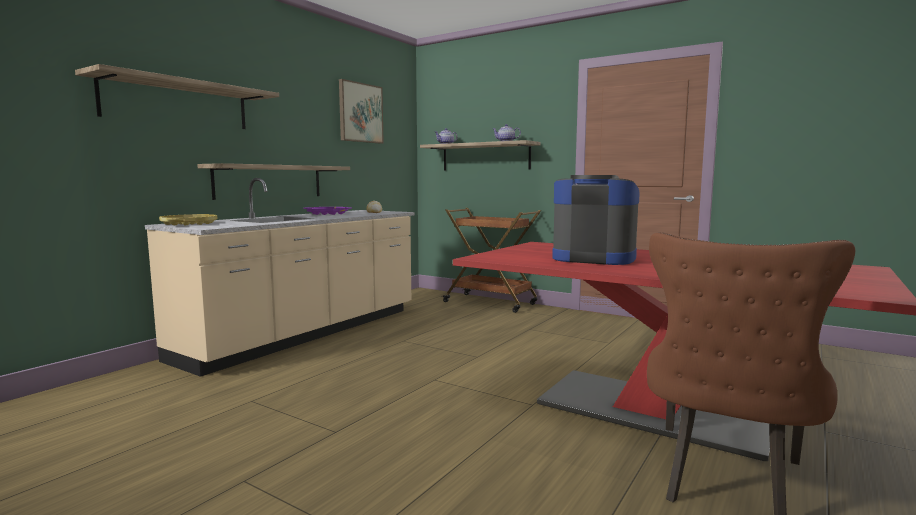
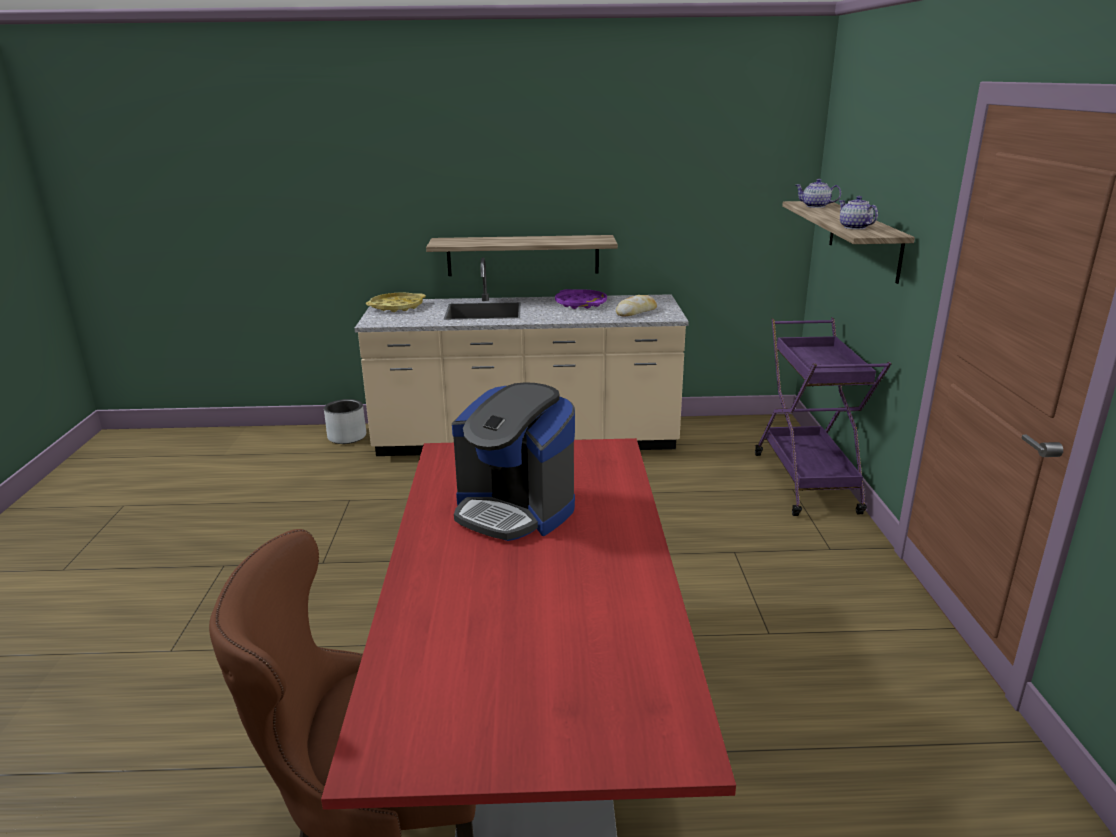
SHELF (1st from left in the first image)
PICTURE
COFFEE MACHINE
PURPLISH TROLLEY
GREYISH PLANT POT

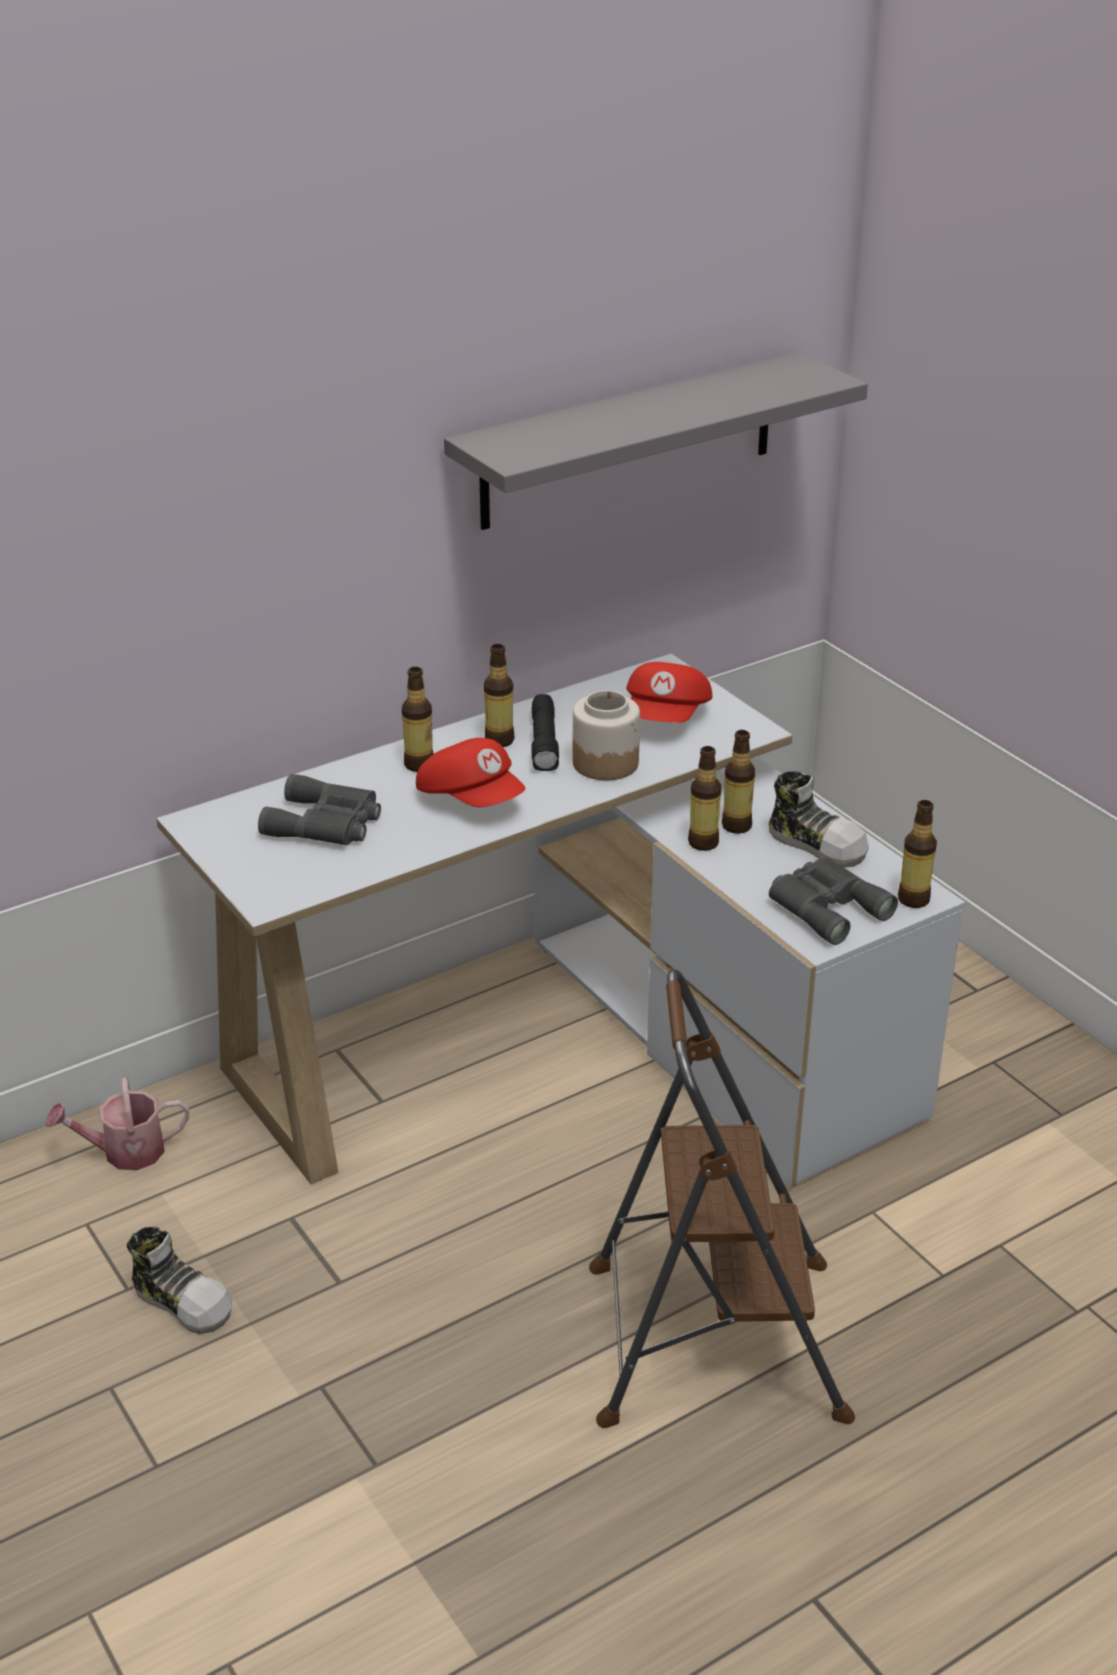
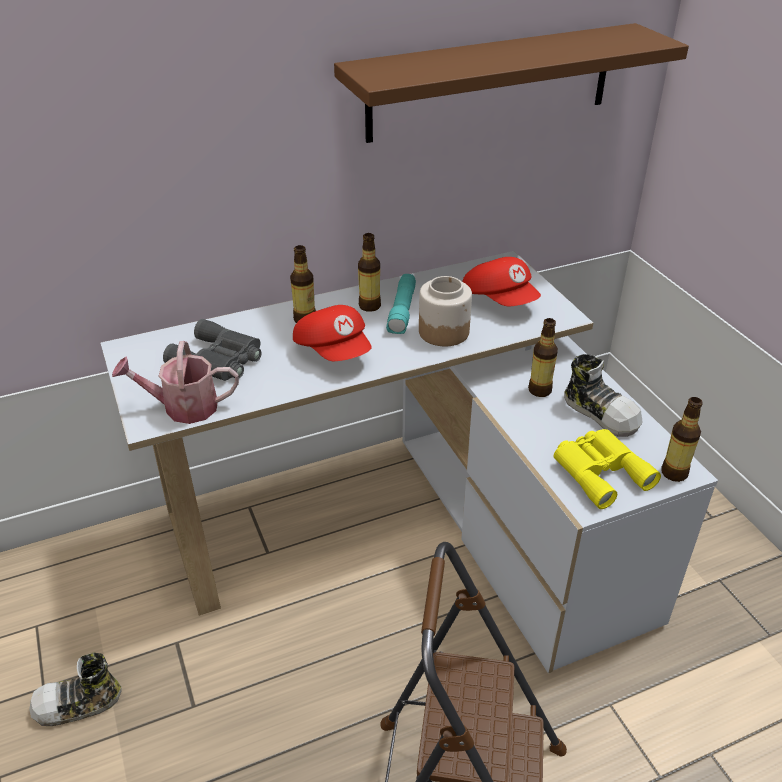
BROWN-COLOURED SHELF
RED BASEBALL CAP (2nd from left)
BLUE-GREEN HAND TORCH
BEVERAGE BOTTLE (3rd from left in the first image)
YELLOW-COLOURED BINOCULARS
WATERING POT
SHOE (1st from left)

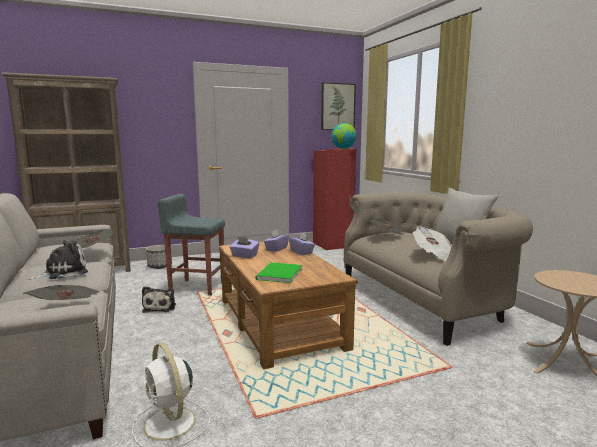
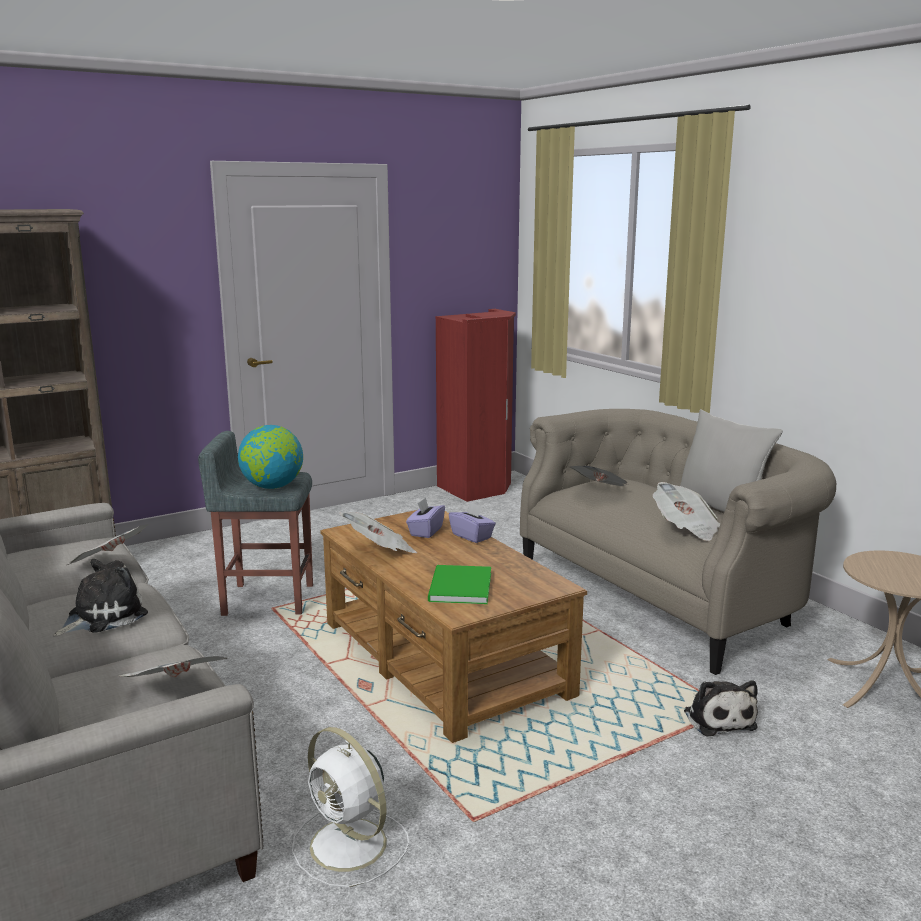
PICTURE
GLOBE
DAILY PAPER (3rd from left)
PLANT POT
SOFT TOY (2nd from left)

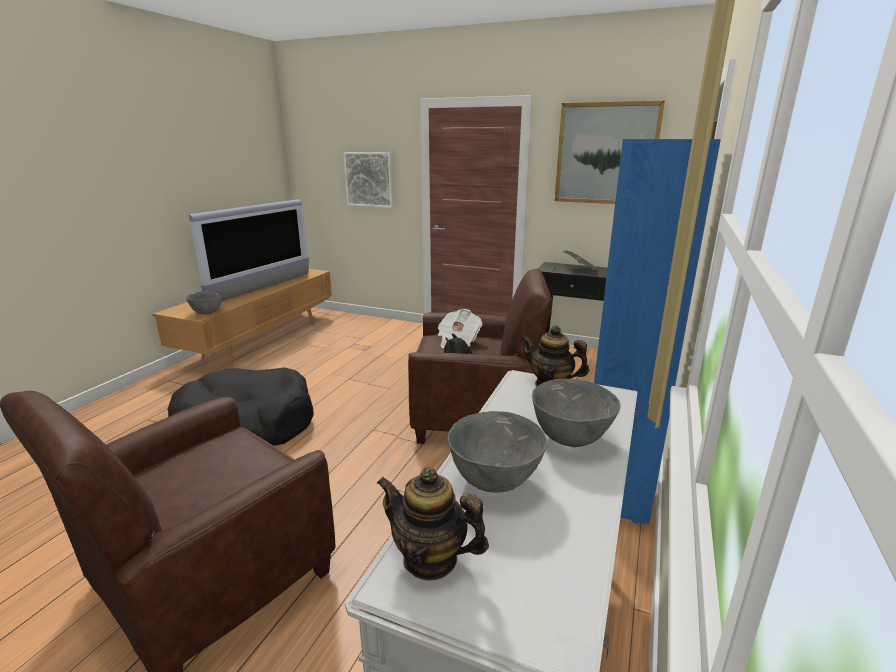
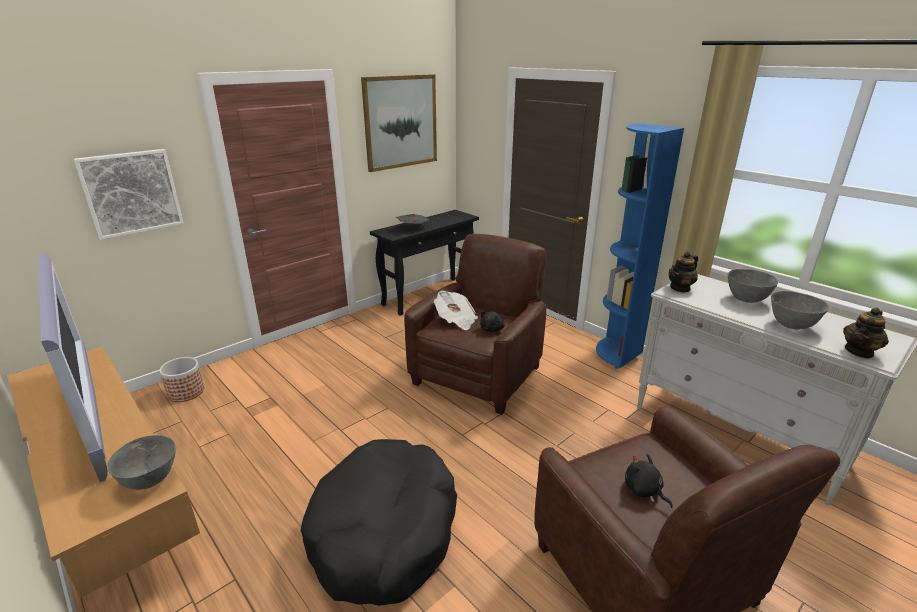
PLANT POT
BLACK-COLOURED SOFT TOY (2nd from left)

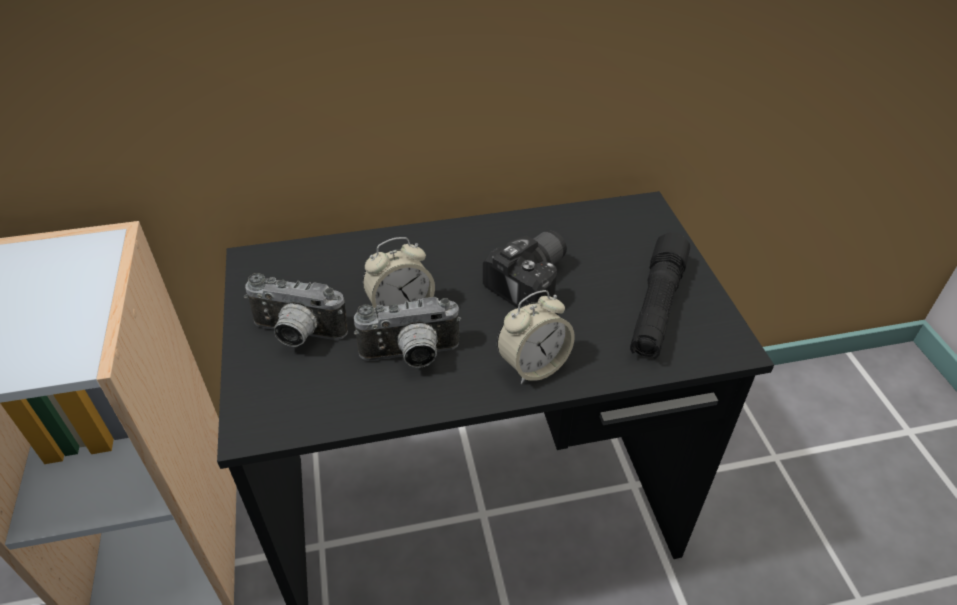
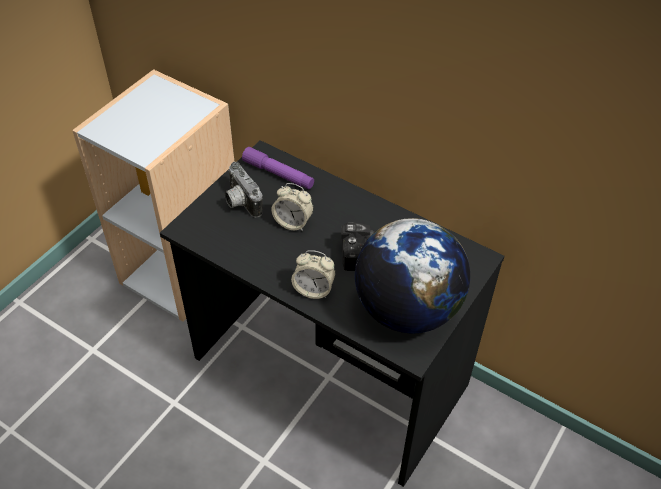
GLOBE
STILL CAMERA (2nd from left in the first image)
PURPLISH HAND TORCH

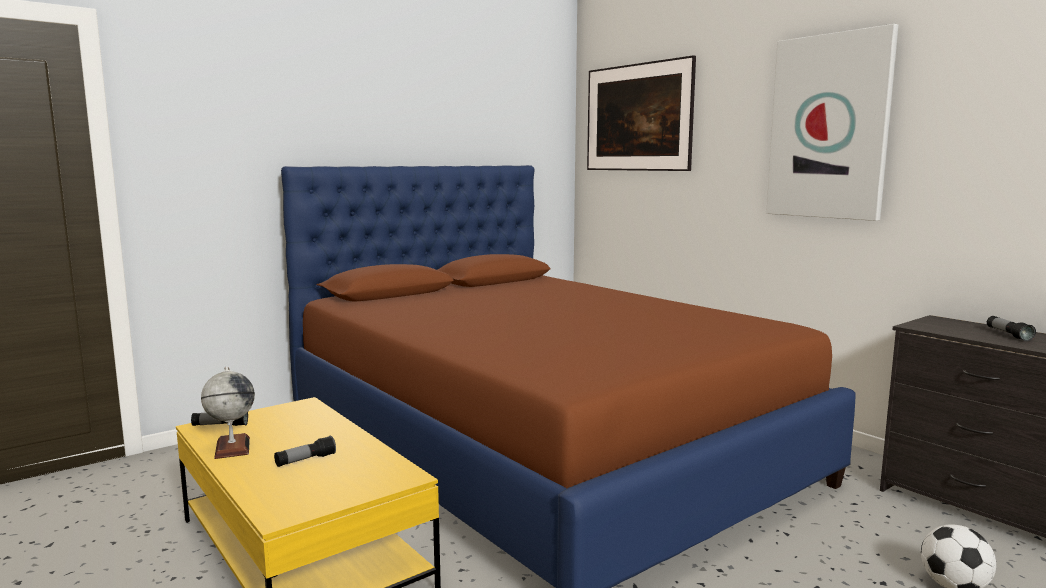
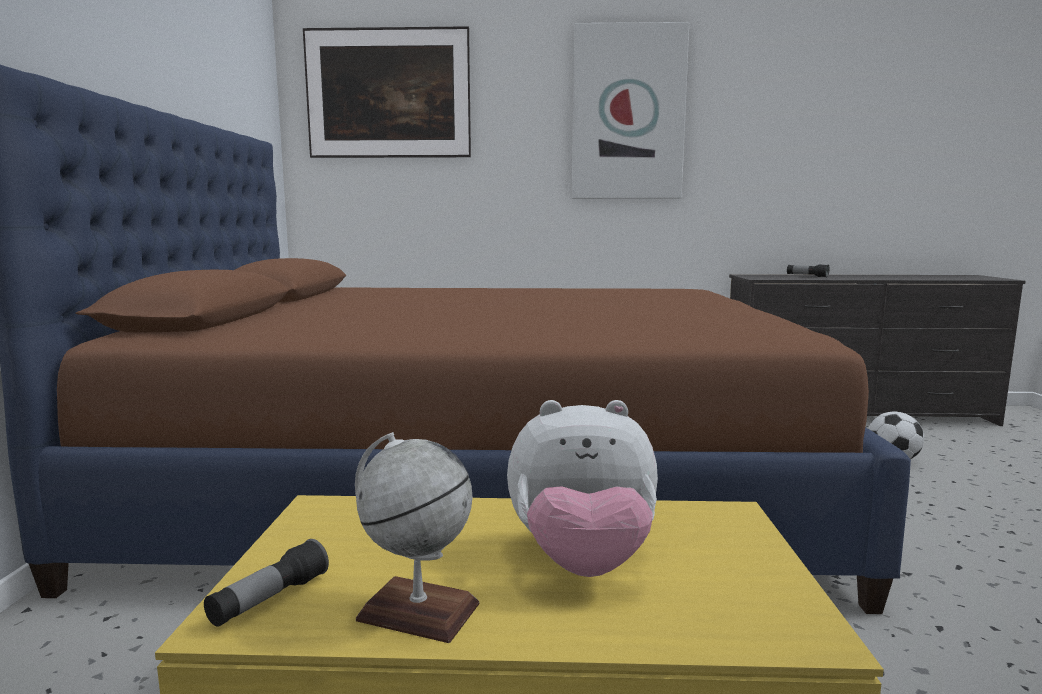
SOFT TOY

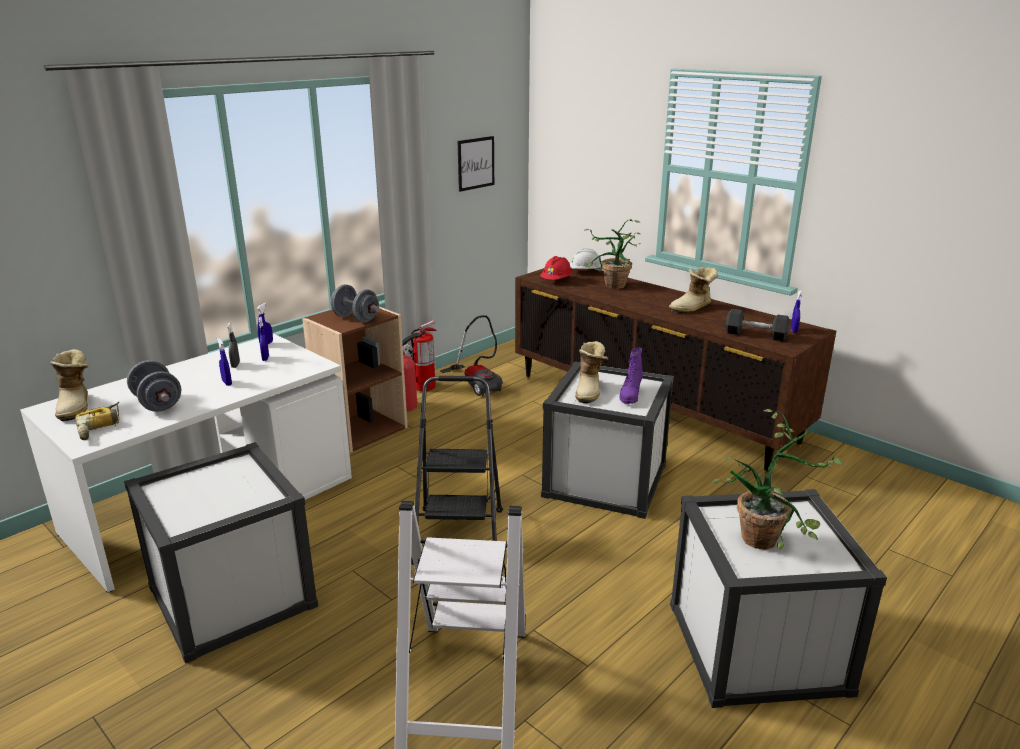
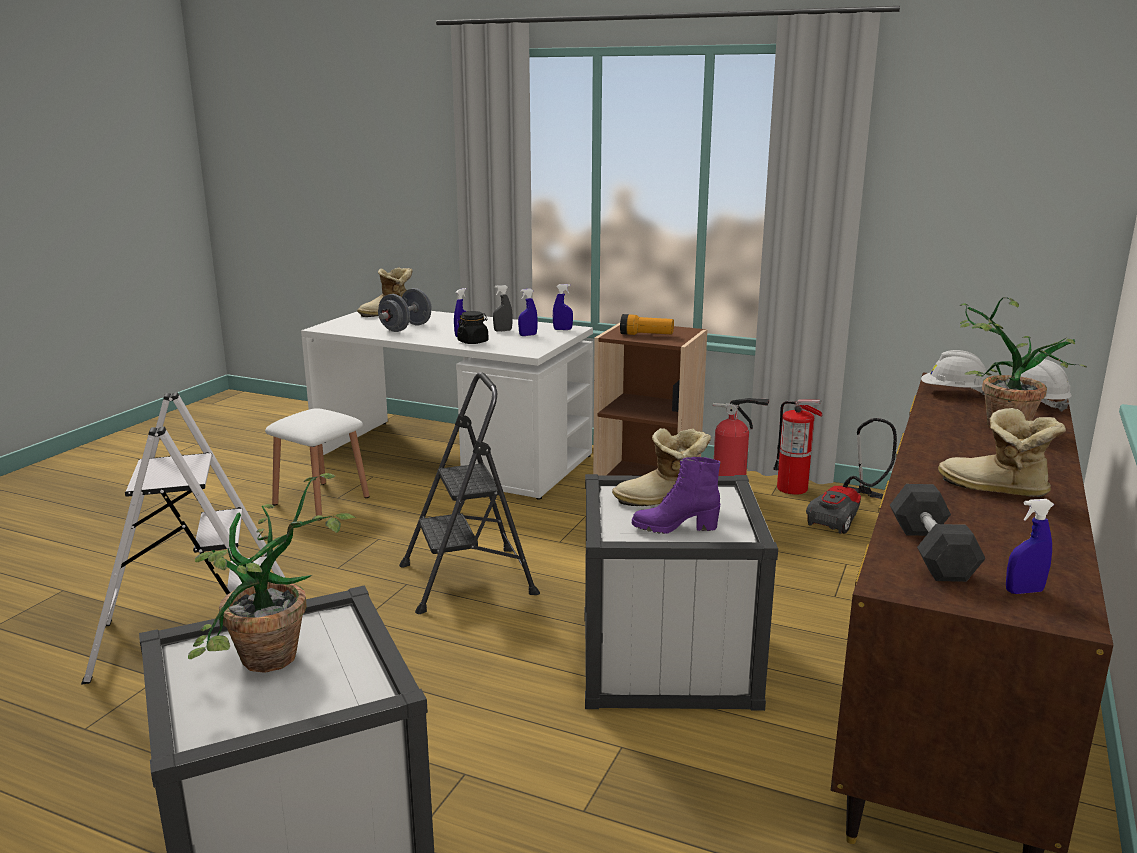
PICTURE
WHITE HARD HAT (1st from left)
HAND TORCH
DRILL
WHITE STOOL
BLACK-COLOURED JAR

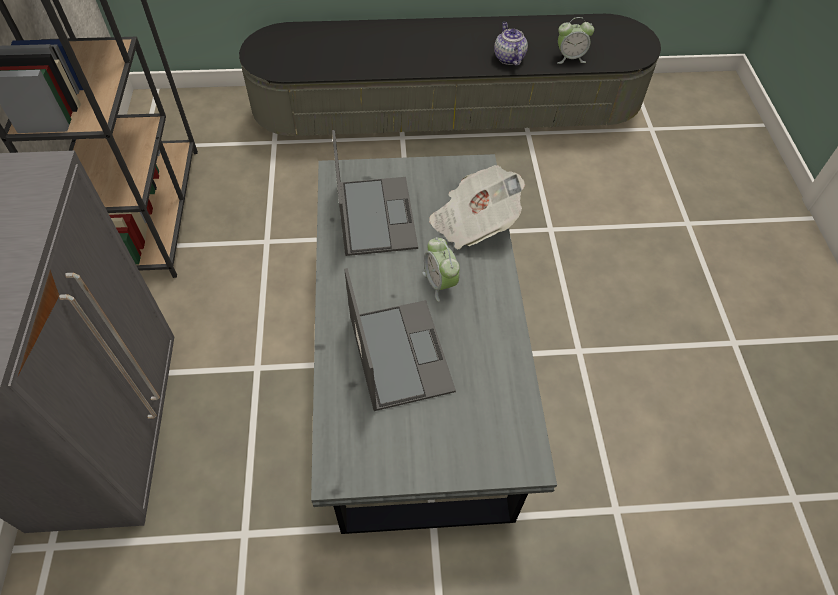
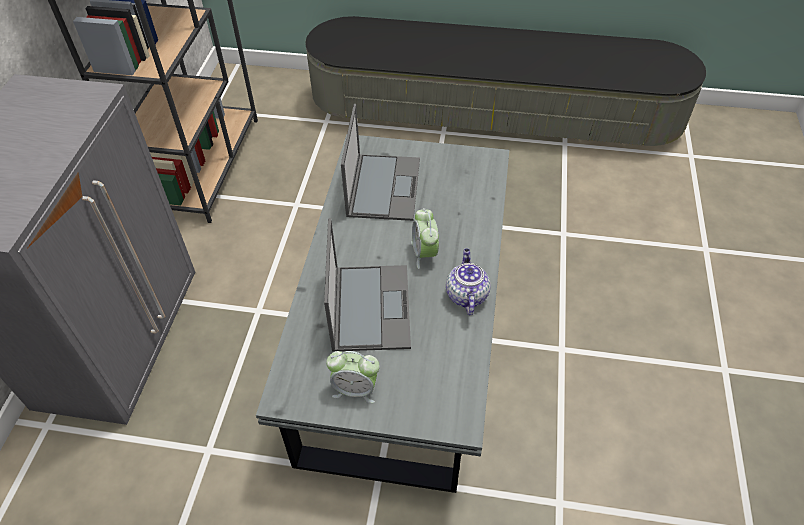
ALARM CLOCK (1st from left)
POT FOR TEA
DAILY PAPER

